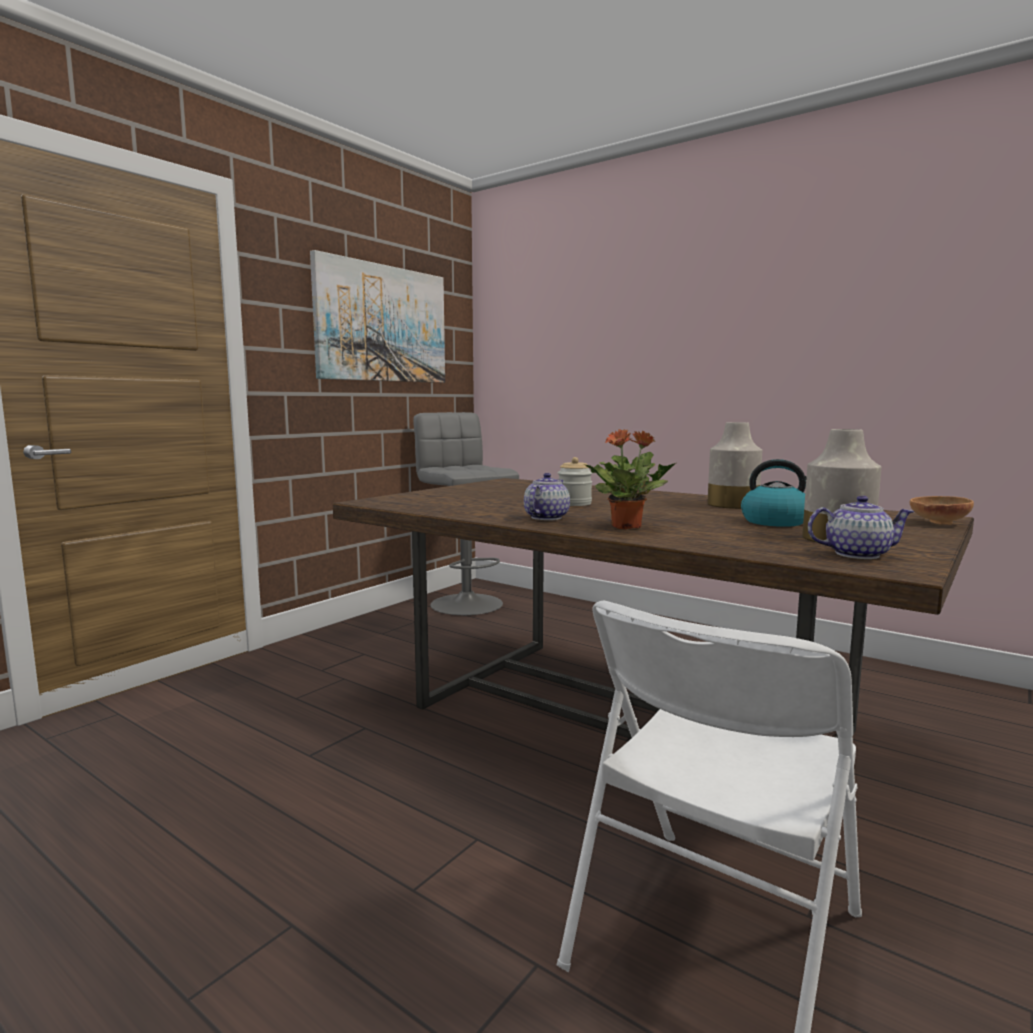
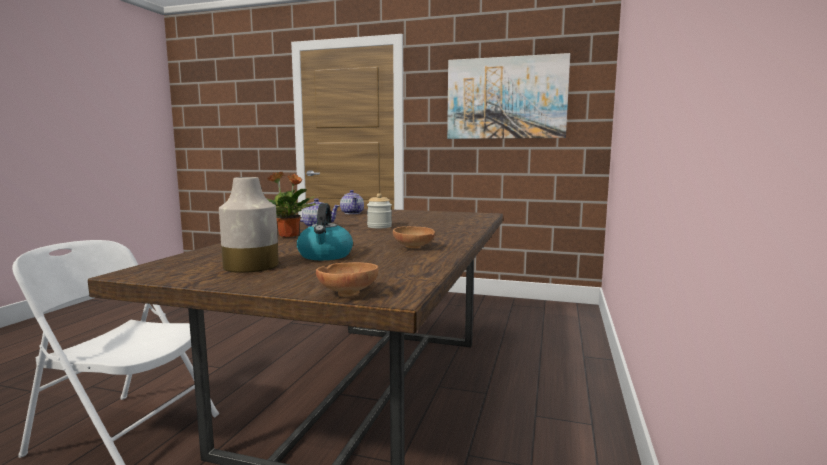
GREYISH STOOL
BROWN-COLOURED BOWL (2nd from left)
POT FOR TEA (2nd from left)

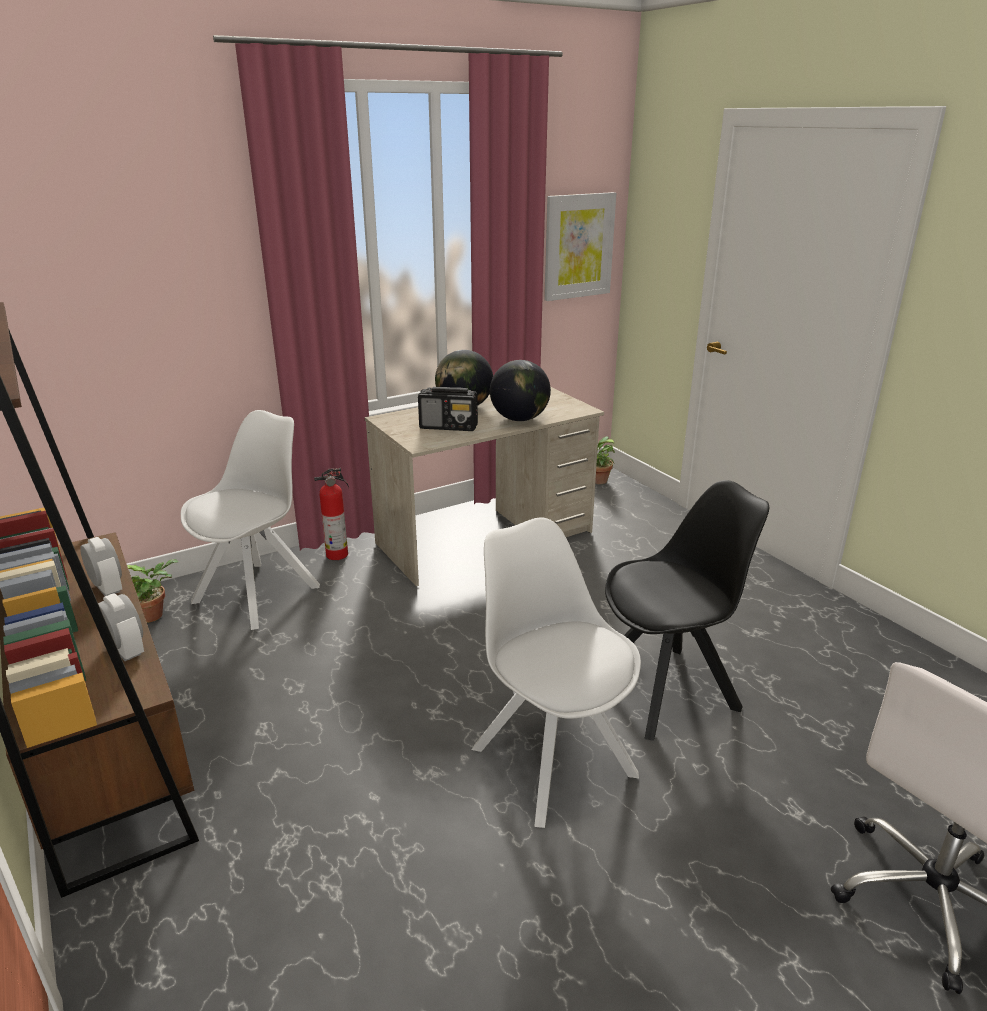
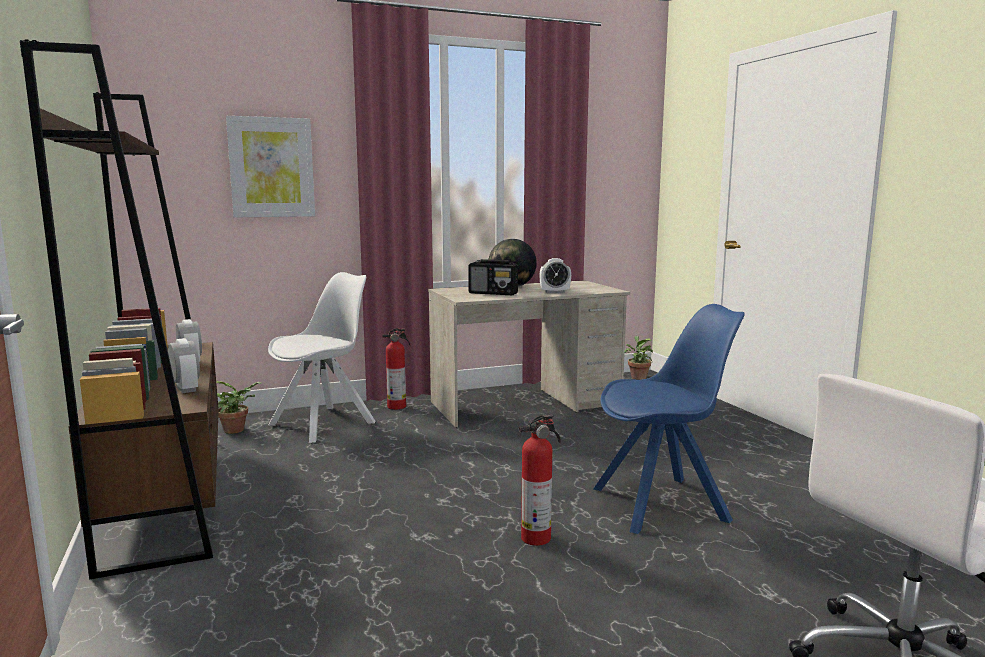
PICTURE
ALARM CLOCK (3rd from left)
BLUE-COLOURED CHAIR
FIRE-FIGHTING CYLINDER (2nd from left)

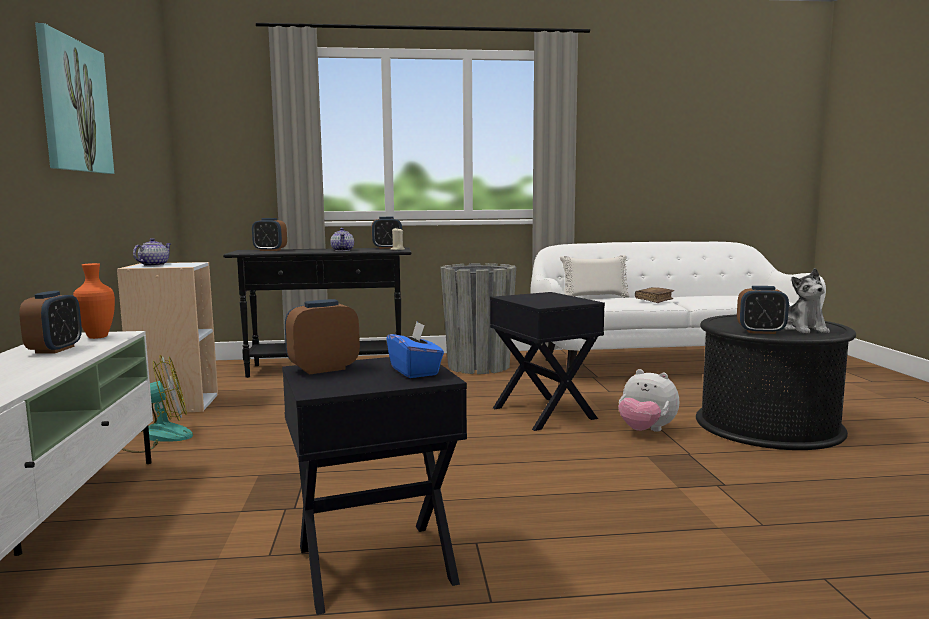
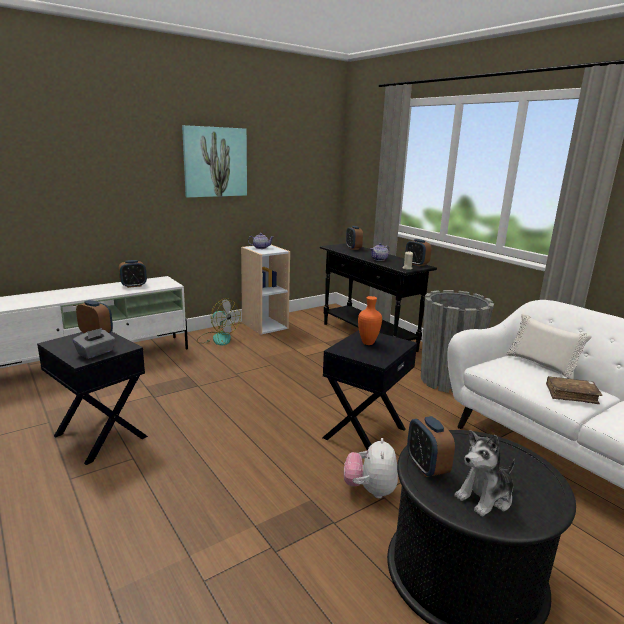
ORANGE-COLOURED FLOWER VASE
GREYISH TISSUE HOLDER

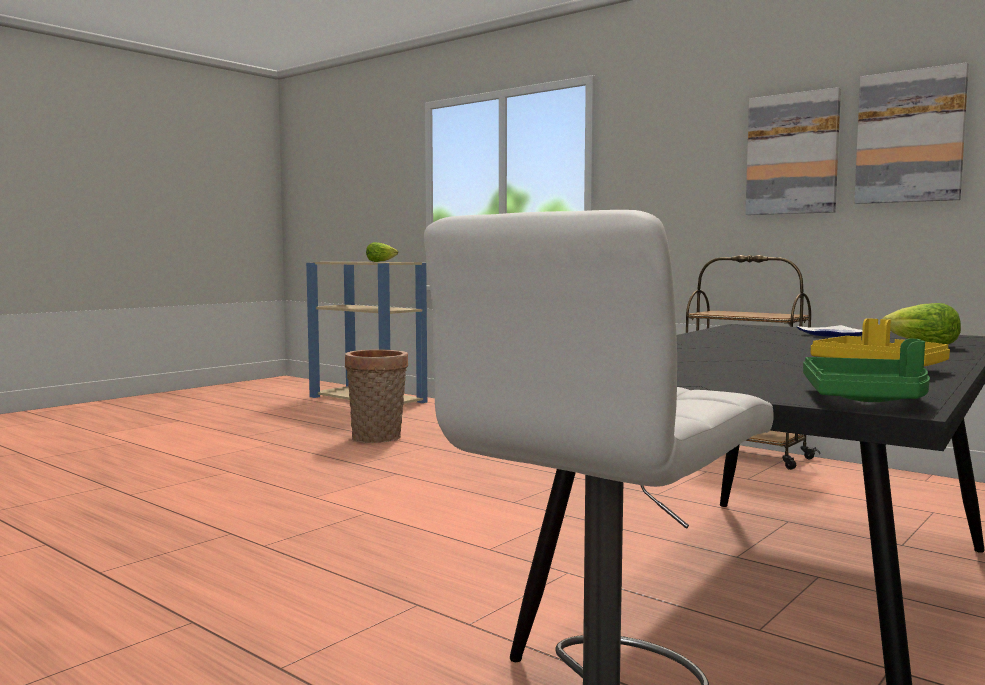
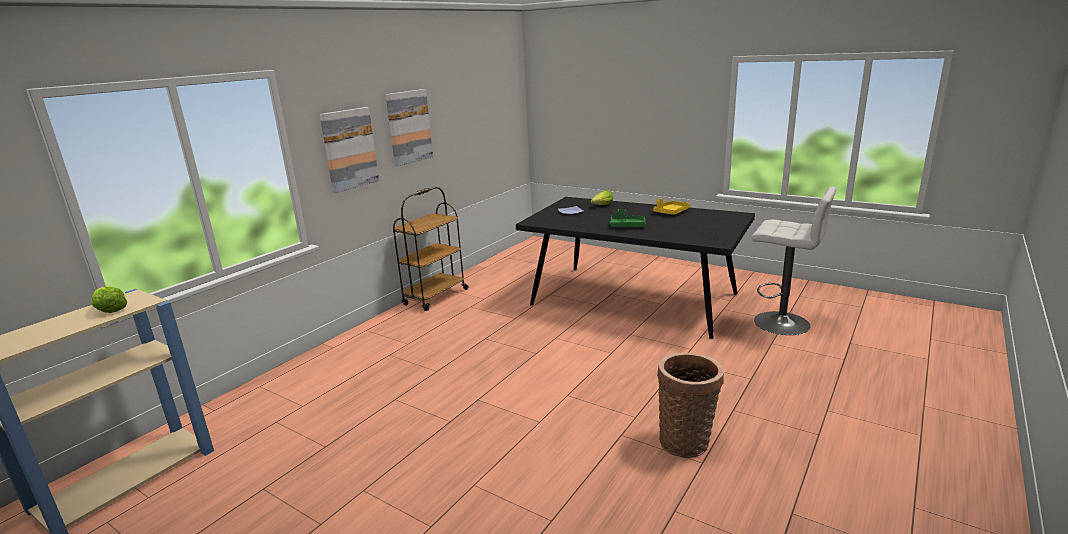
PICTURE (1st from left)
GREENISH SERVING TRAY
BASKET

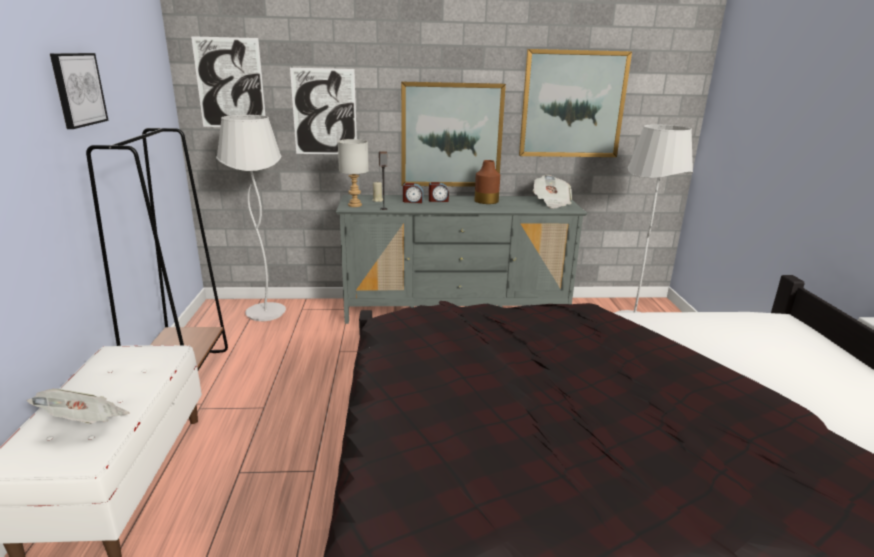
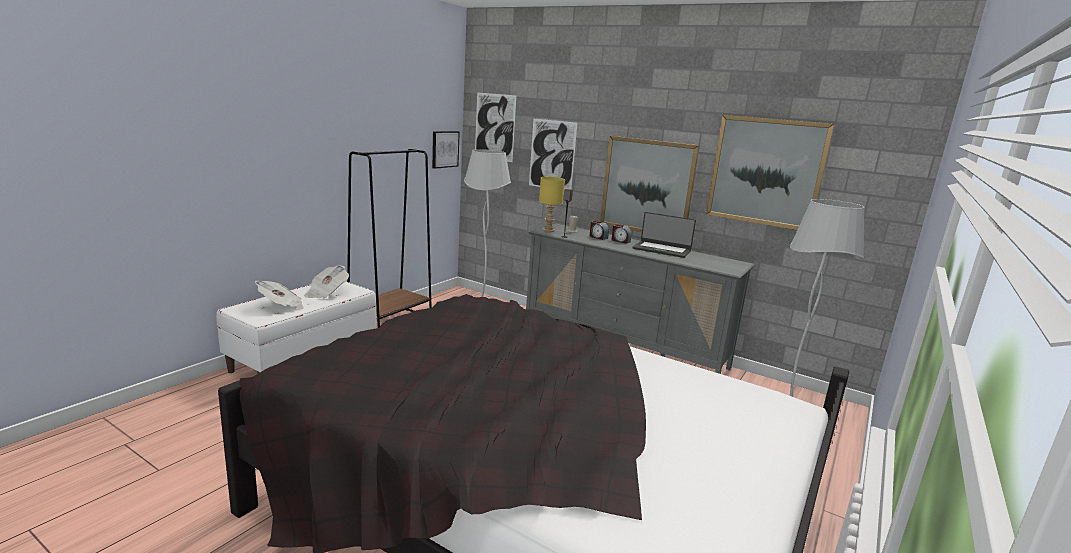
PICTURE (1st from left)
YELLOW-COLOURED LAMP FOR A TABLE
PORTABLE COMPUTER
DAILY PAPER (2nd from left)

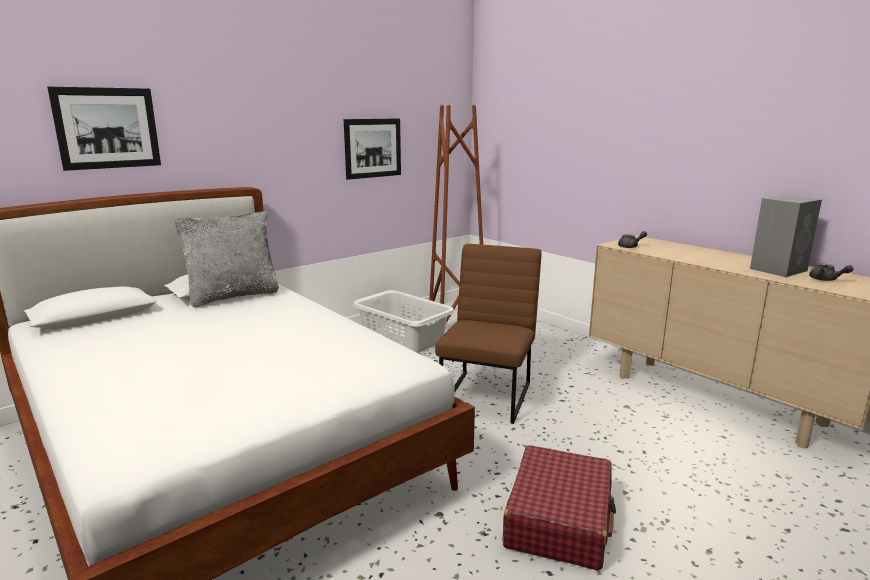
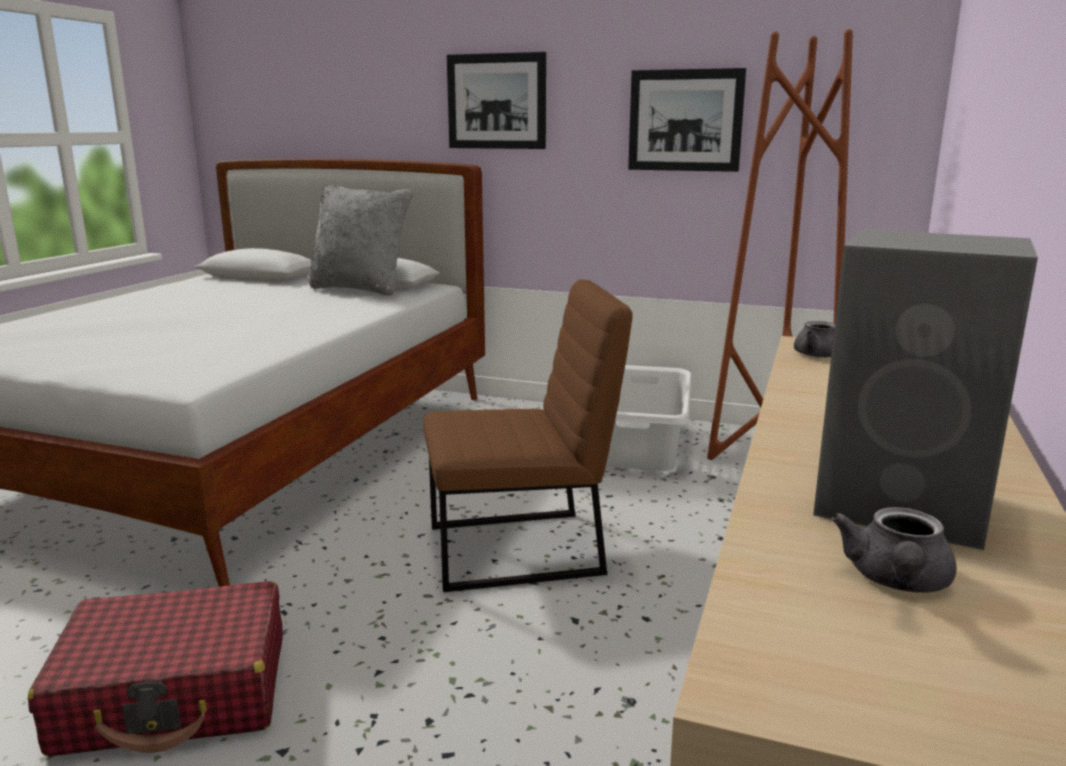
PICTURE (1st from left)

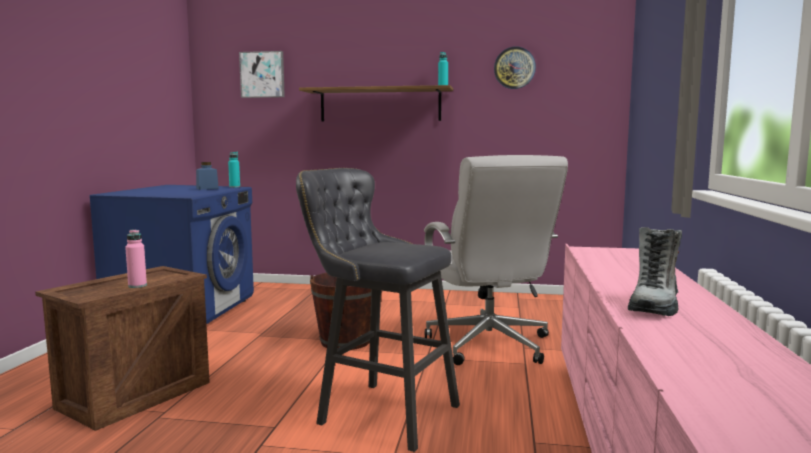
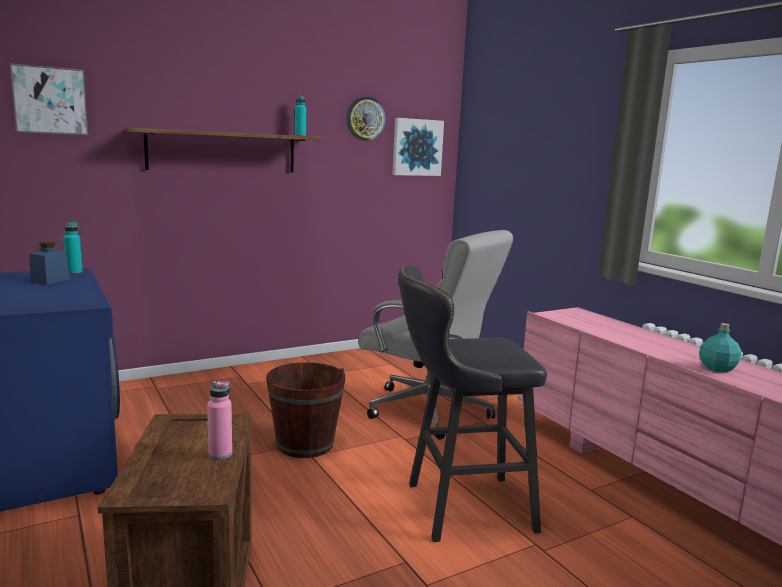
BLUE-GREEN BEVERAGE BOTTLE (3rd from left)
PICTURE (2nd from left)

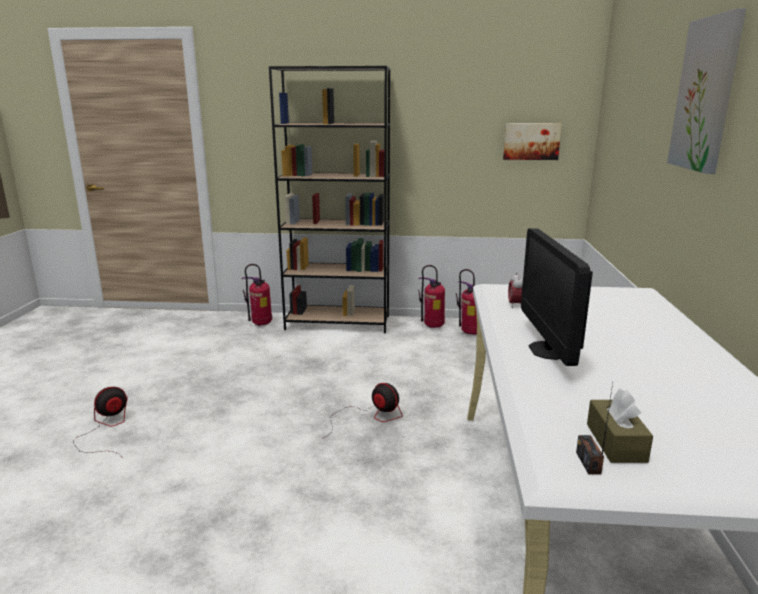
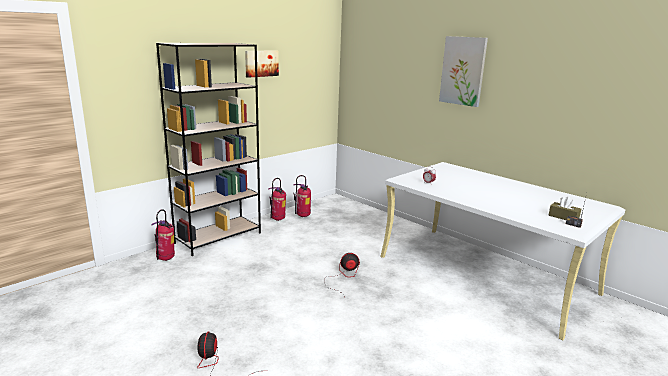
PICTURE (1st from left)
COMPUTER DISPLAY

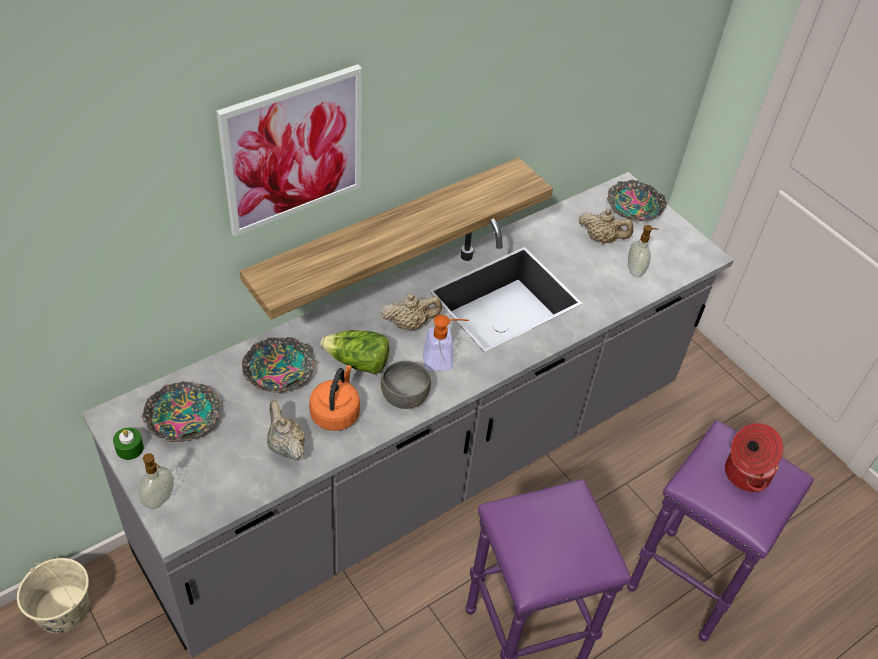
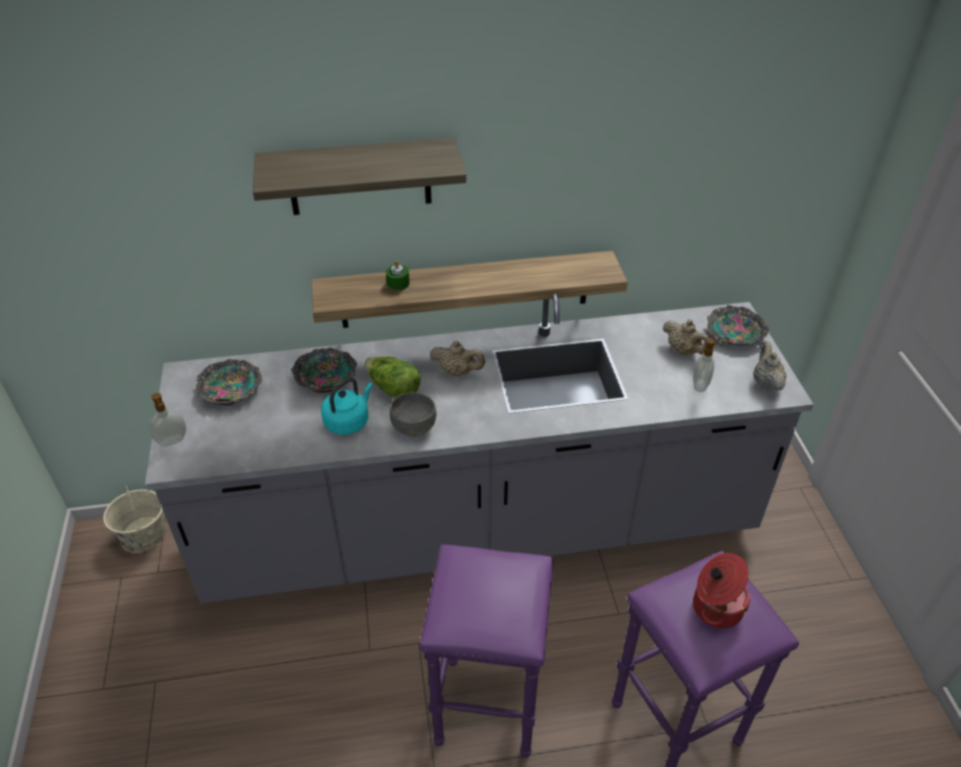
SHELF (1st from left)
LIQUID SOAP BOTTLE (2nd from left in the first image)
BLUE-GREEN WATER KETTLE
SAND-COLOURED POT FOR TEA (3rd from left)
GREENISH CANDLE

